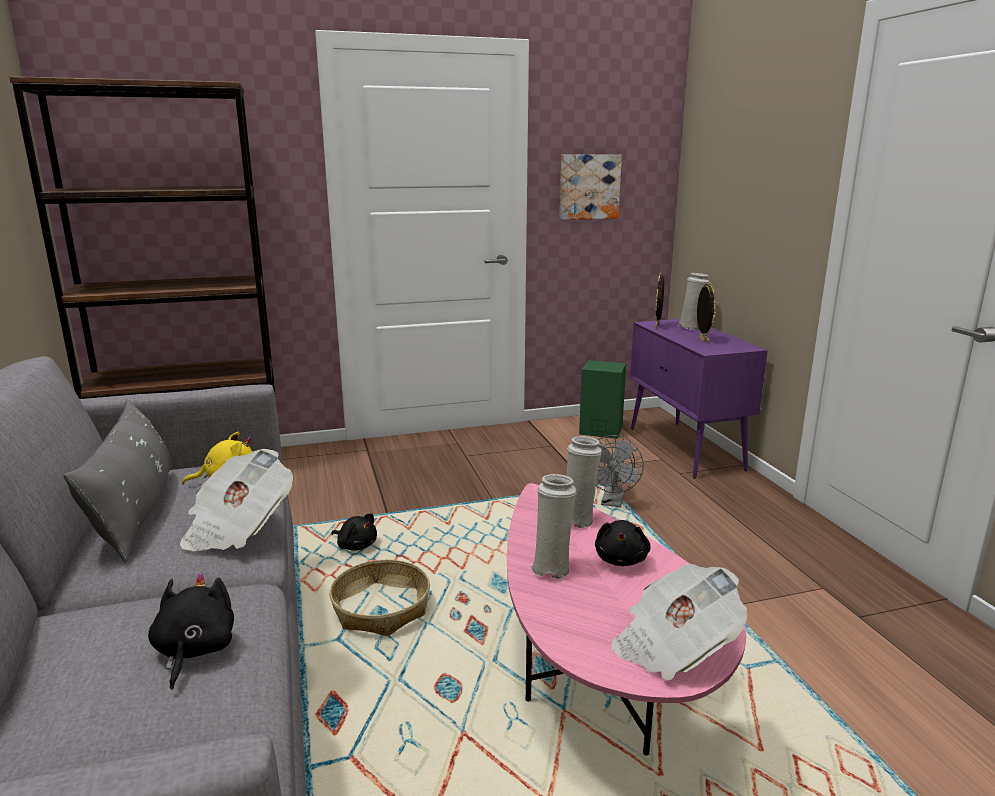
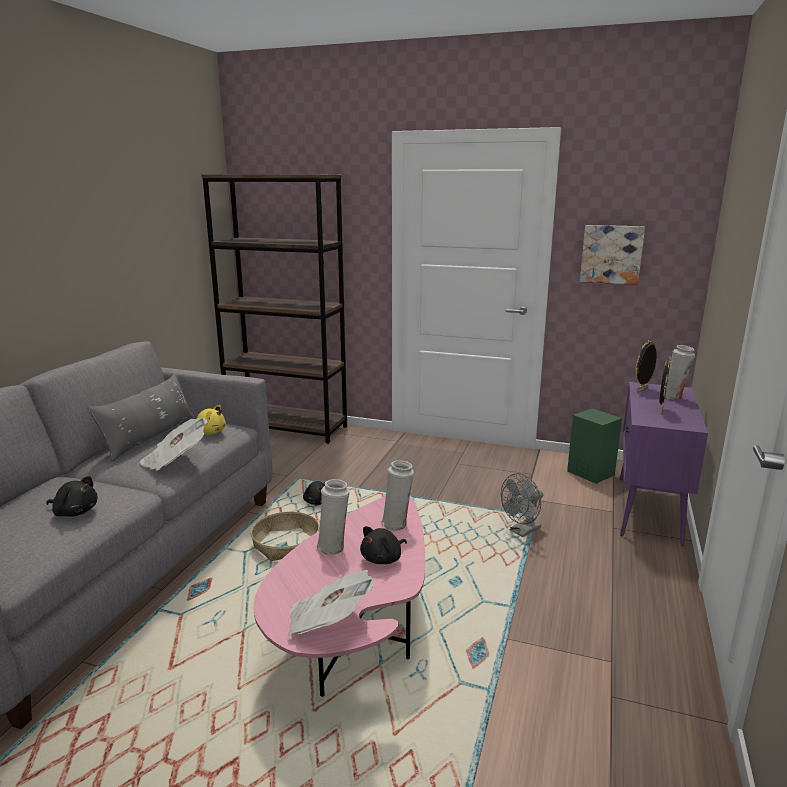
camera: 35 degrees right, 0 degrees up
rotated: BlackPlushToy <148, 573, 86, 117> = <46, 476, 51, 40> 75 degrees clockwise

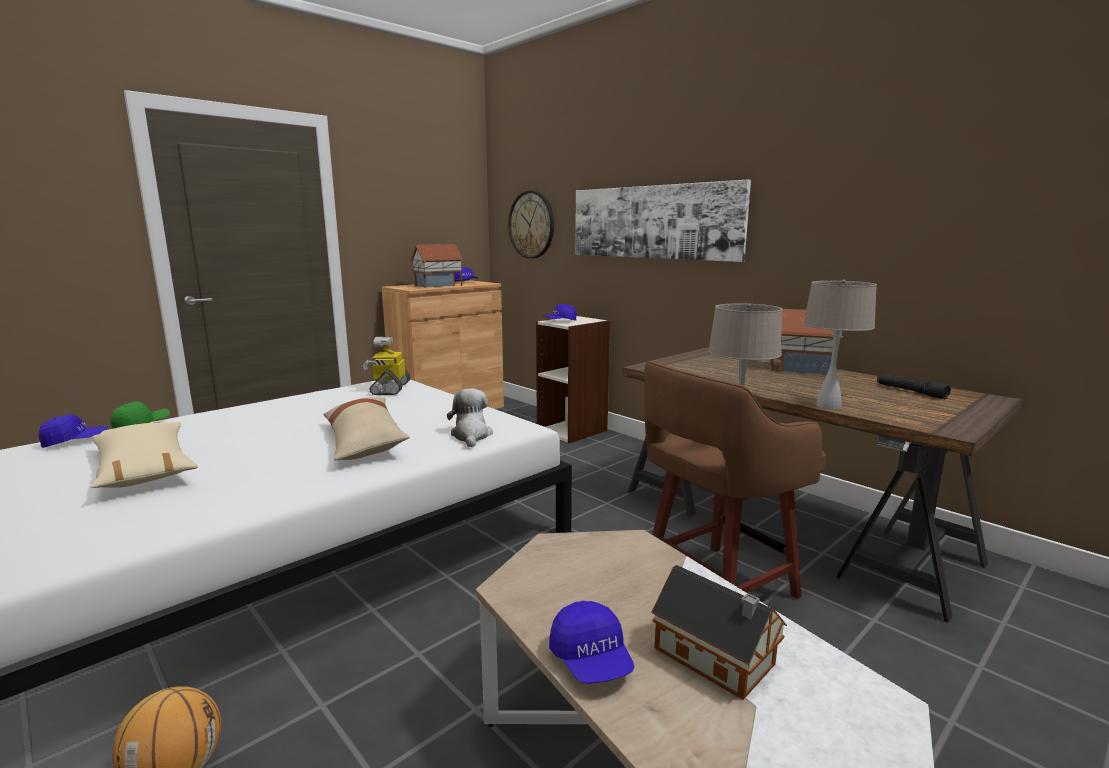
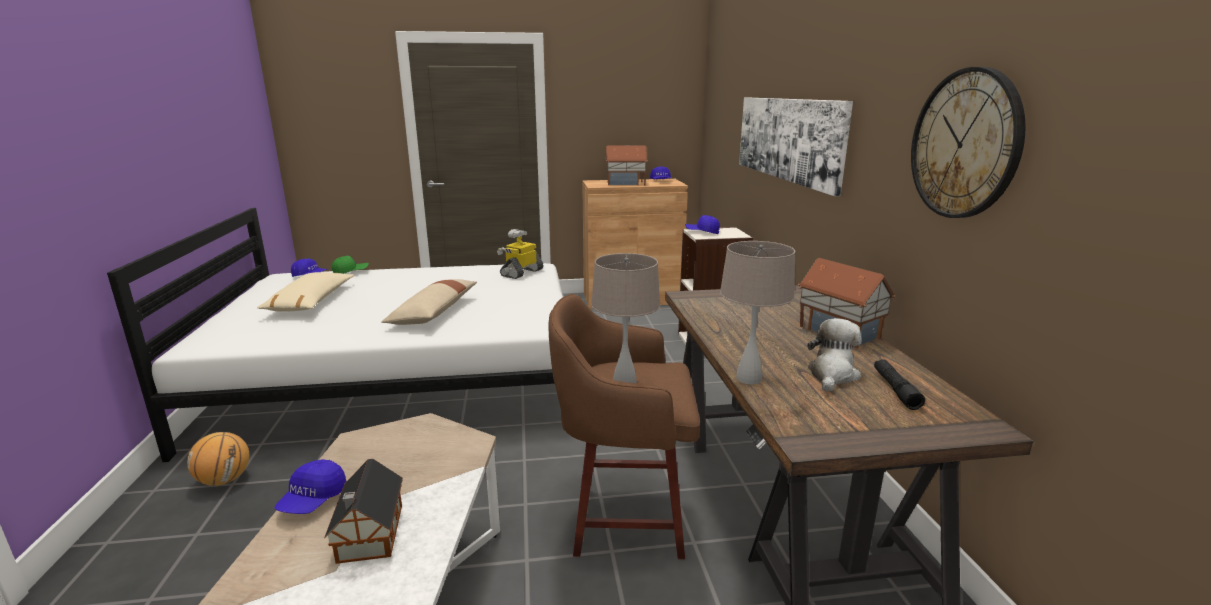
camera: 35 degrees right, 5 degrees up
shifted: PlushToy <447, 388, 46, 59> to <807, 318, 55, 74>; WallClock <508, 191, 46, 68> to <911, 67, 115, 151>

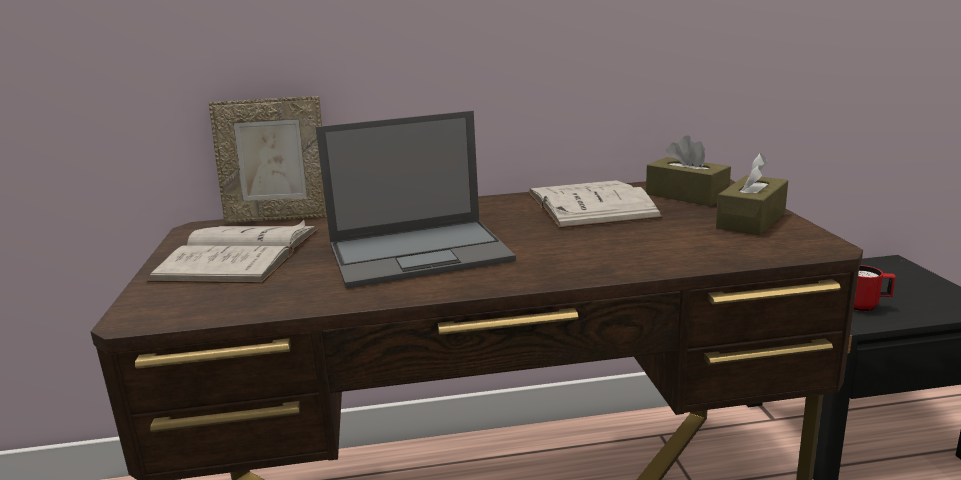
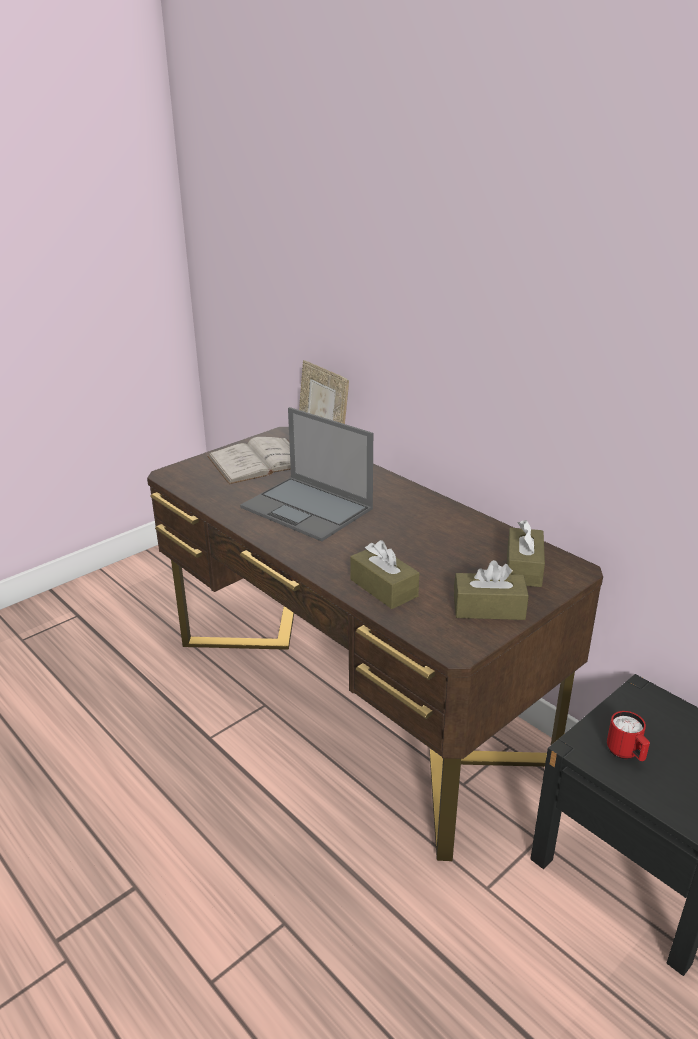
camera: 55 degrees right, 10 degrees up
gone: WhiteBook <528, 180, 135, 48>
new: BrownTissueBox <350, 540, 69, 69>

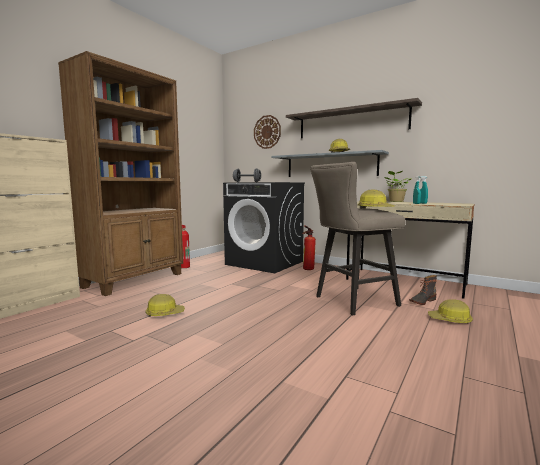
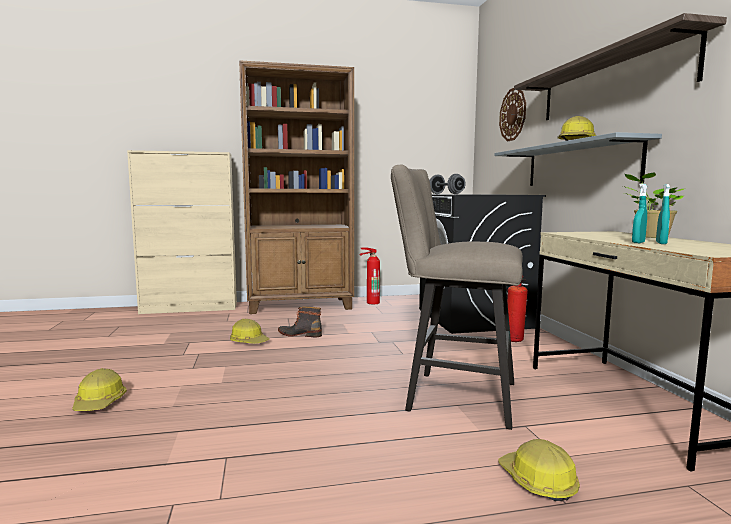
camera: 45 degrees right, 0 degrees up
shifted: HardHat <357, 189, 38, 20> to <72, 368, 55, 43>; Boot <409, 275, 28, 30> to <278, 306, 44, 31>

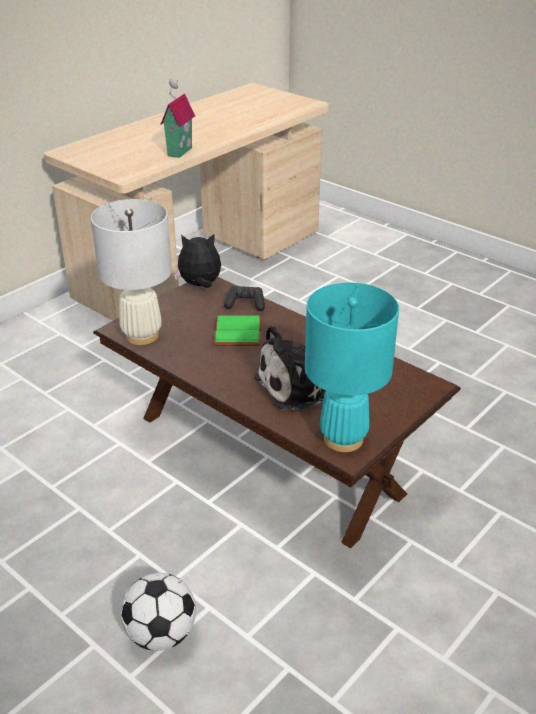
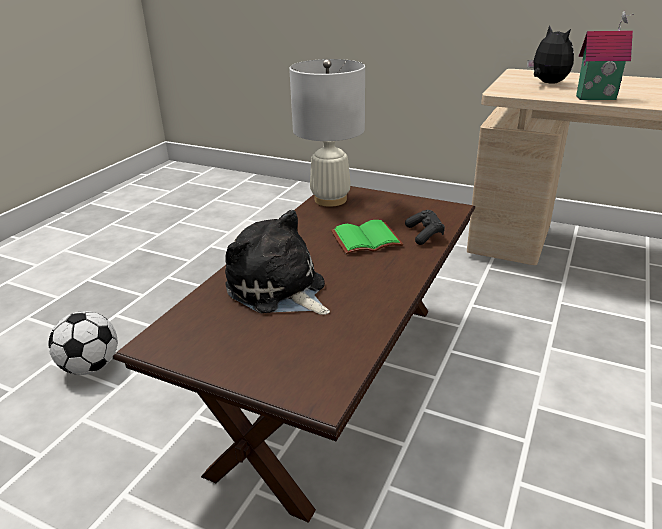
camera: 75 degrees right, 5 degrees down
gone: TurquoiseTableLamp <305, 282, 94, 170>
shifted: PlushToy <174, 234, 47, 54> to <527, 26, 47, 58>

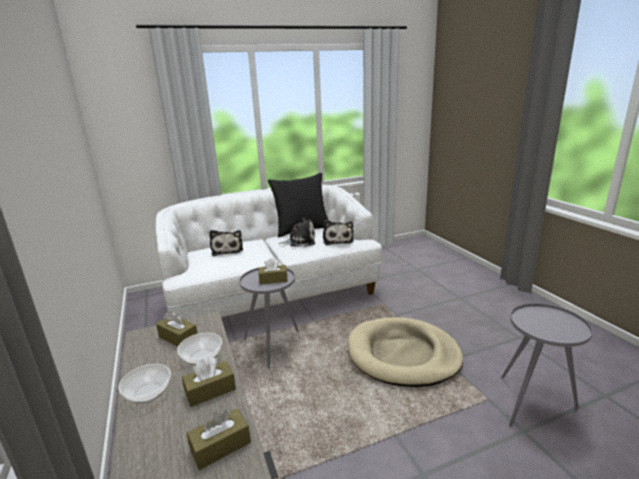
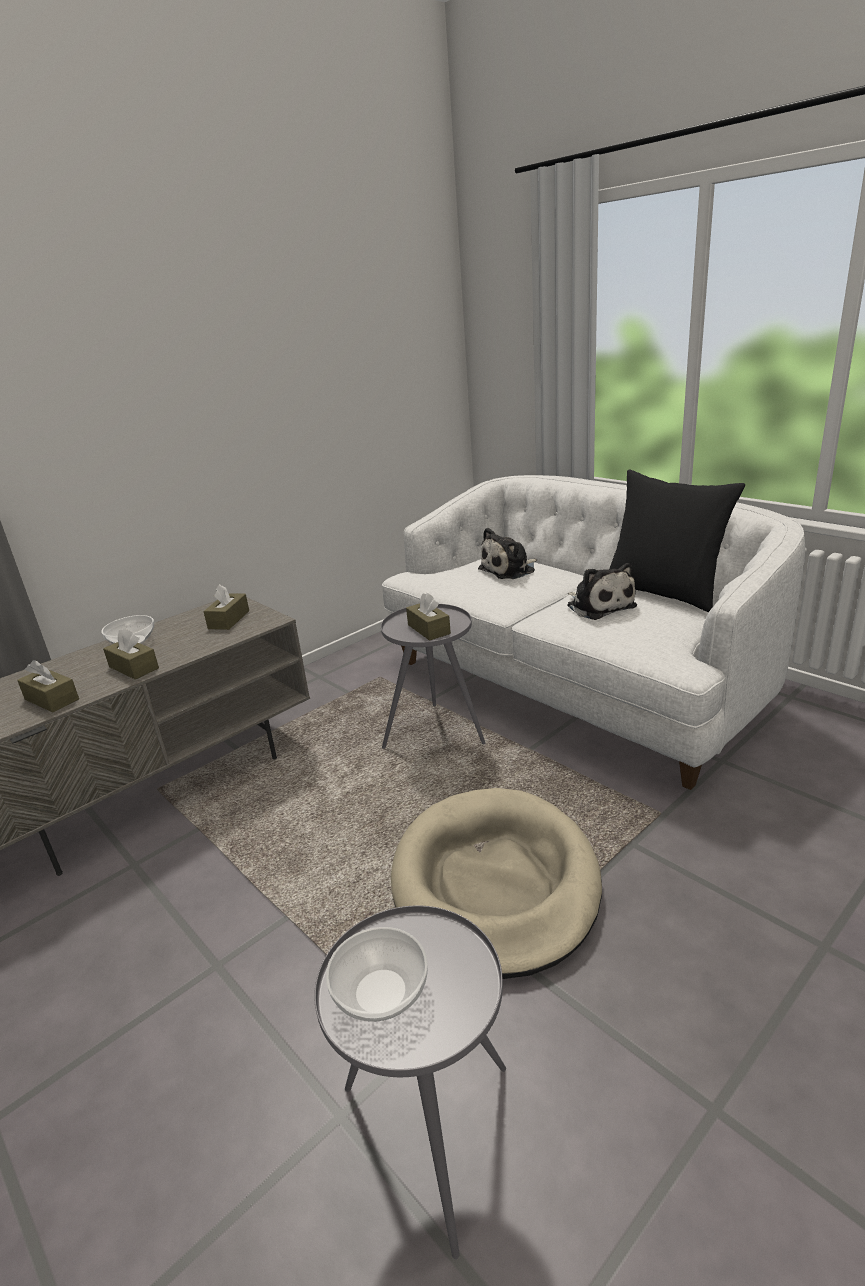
camera: 70 degrees right, 5 degrees up
gone: PlushToy <323, 220, 31, 25>
shifted: Bowl <177, 333, 45, 32> to <326, 927, 102, 95>

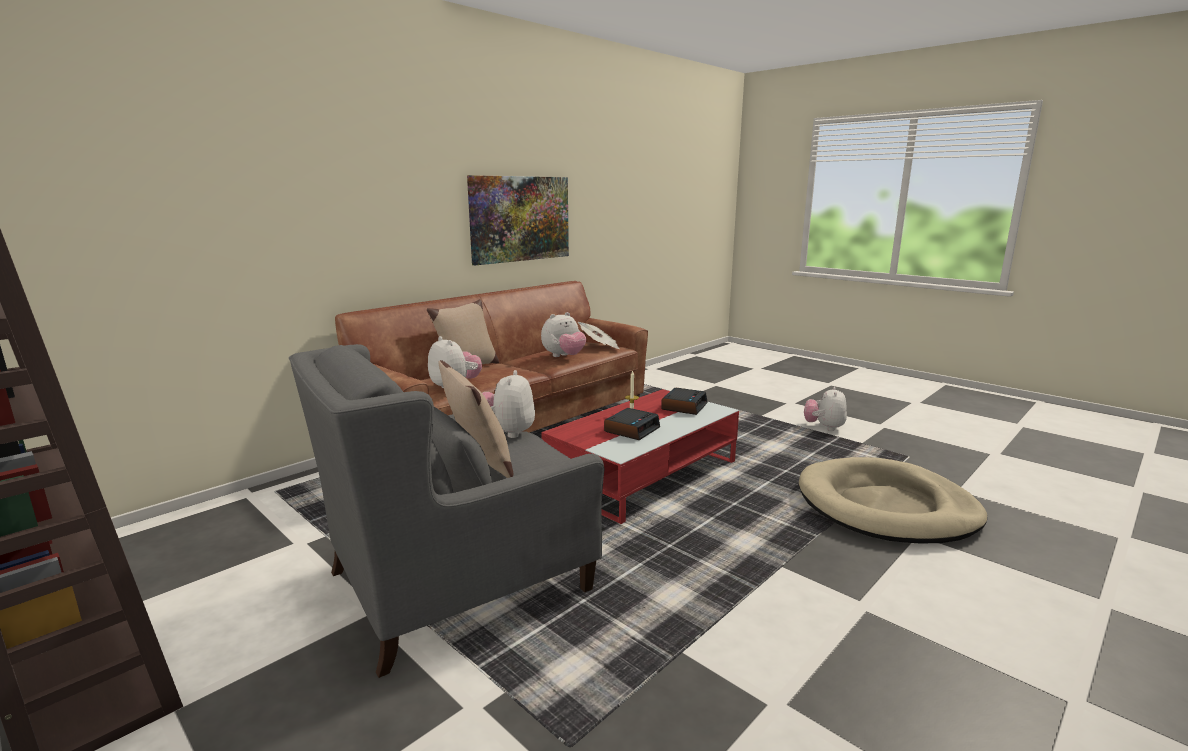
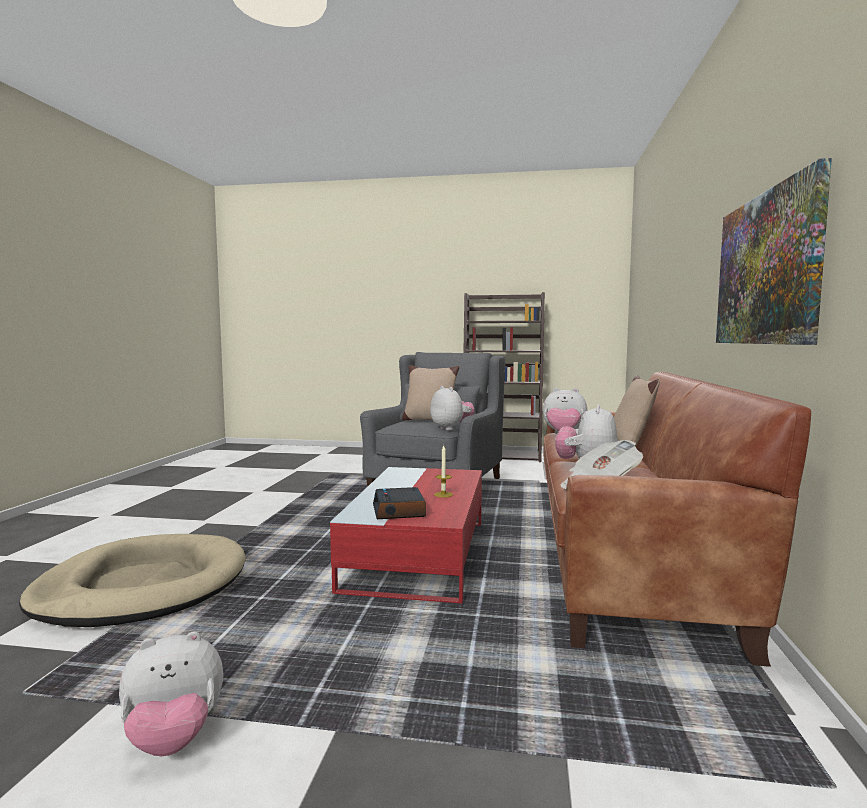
camera: 145 degrees right, 10 degrees down
gone: AlarmClock <604, 408, 56, 32>
rotated: PlushToy <804, 386, 43, 45> = <119, 631, 104, 125> 90 degrees clockwise

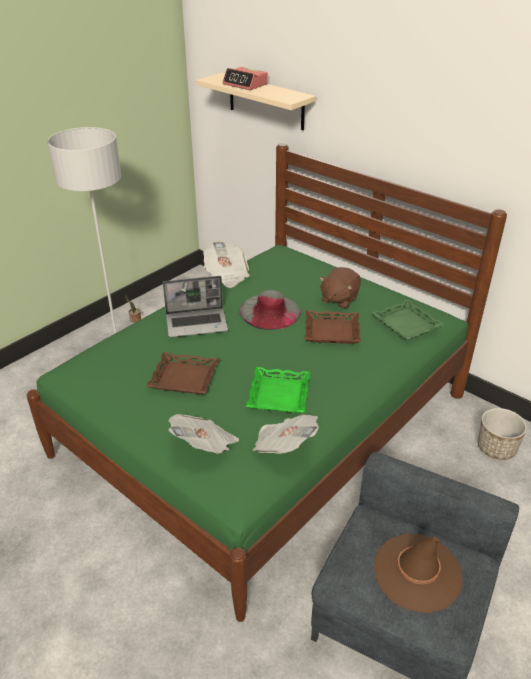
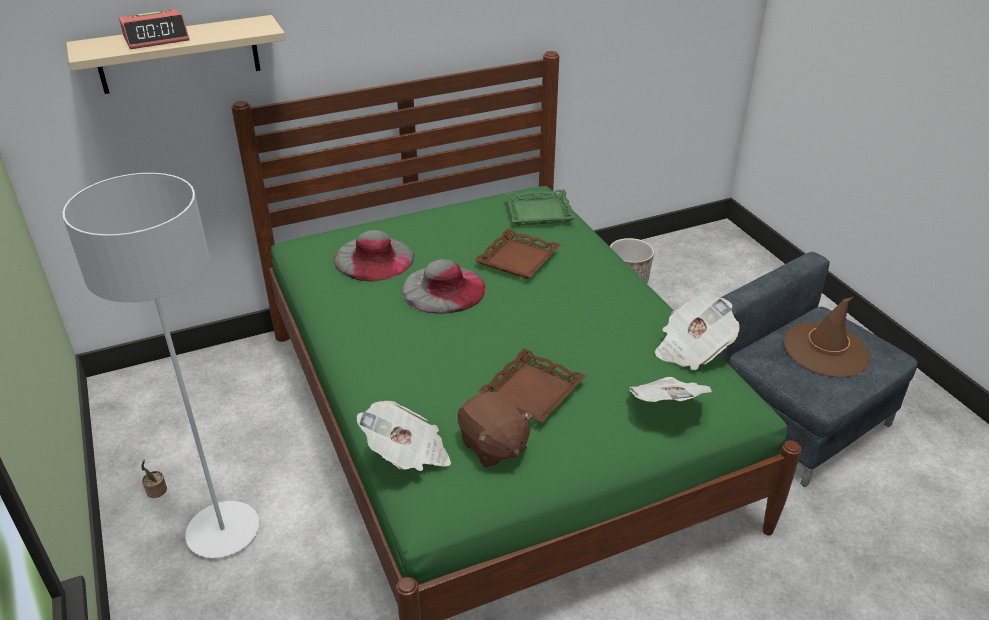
camera: 65 degrees left, 0 degrees up
gone: Laptop <163, 276, 65, 61>; GreenTray <246, 367, 64, 46>
new: GreyHat <334, 230, 80, 51>
shifted: Newspaper <203, 241, 47, 47> to <357, 401, 94, 70>; BrownPlushToy <320, 267, 41, 42> to <458, 392, 75, 76>

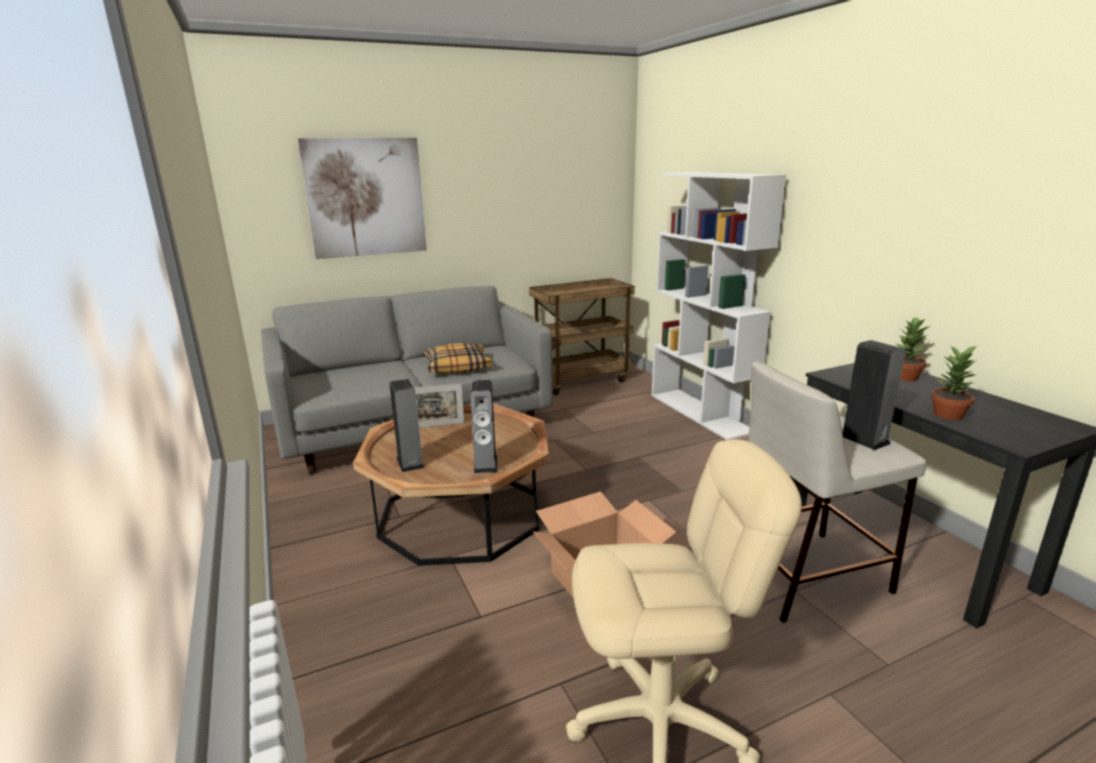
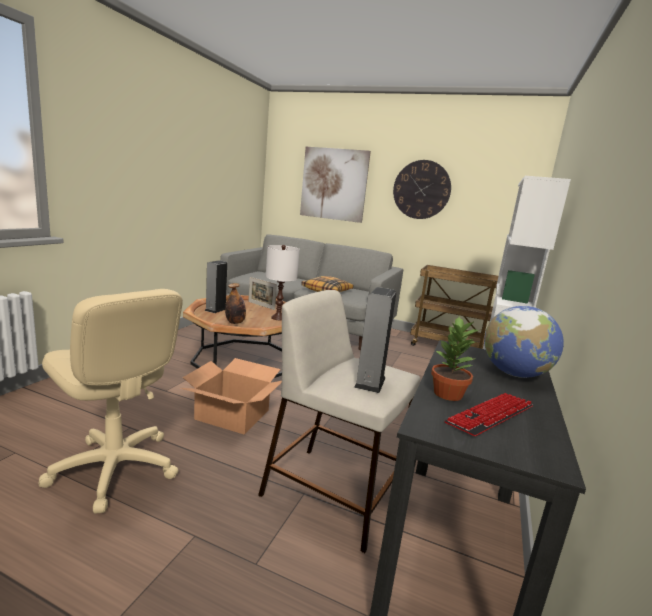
camera: 45 degrees right, 5 degrees down
new: WhiteTableLamp <266, 245, 34, 75>; WallClock <393, 160, 58, 59>; Keyboard <444, 393, 89, 43>
swapped: Speaker <470, 380, 27, 93> to Bottle <225, 283, 21, 41>; PottedPlant <896, 317, 36, 64> to Globe <484, 306, 80, 72>

